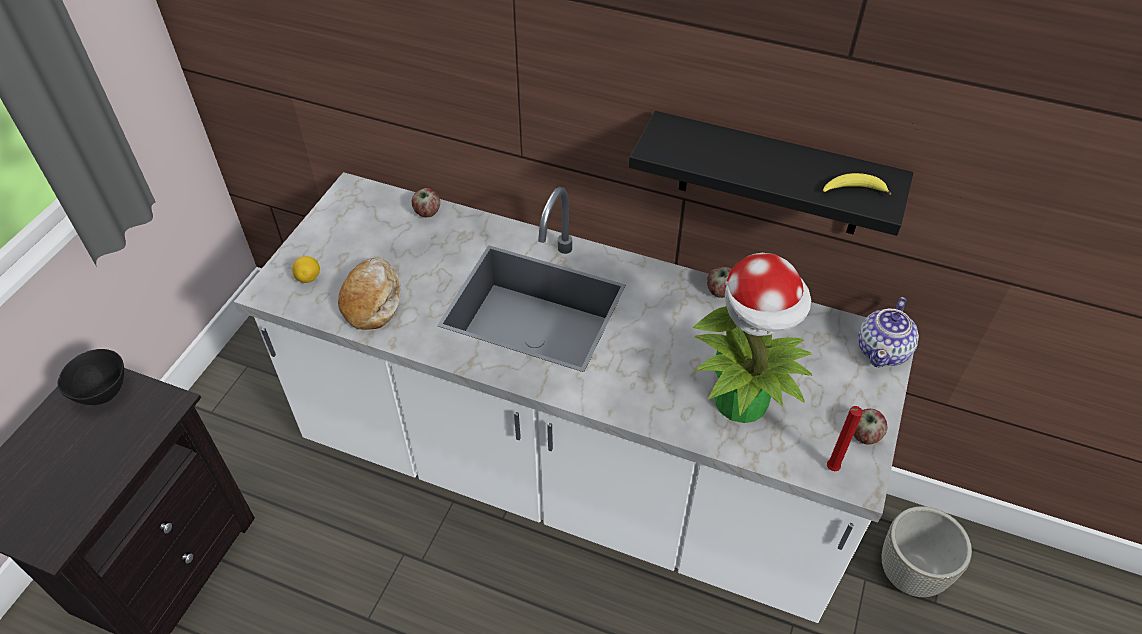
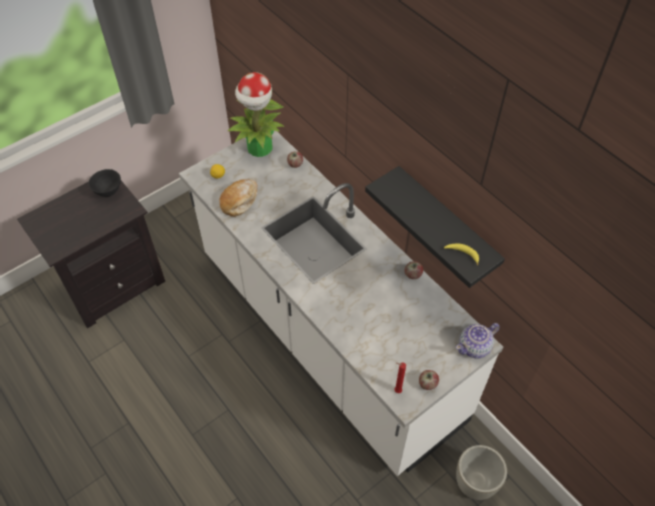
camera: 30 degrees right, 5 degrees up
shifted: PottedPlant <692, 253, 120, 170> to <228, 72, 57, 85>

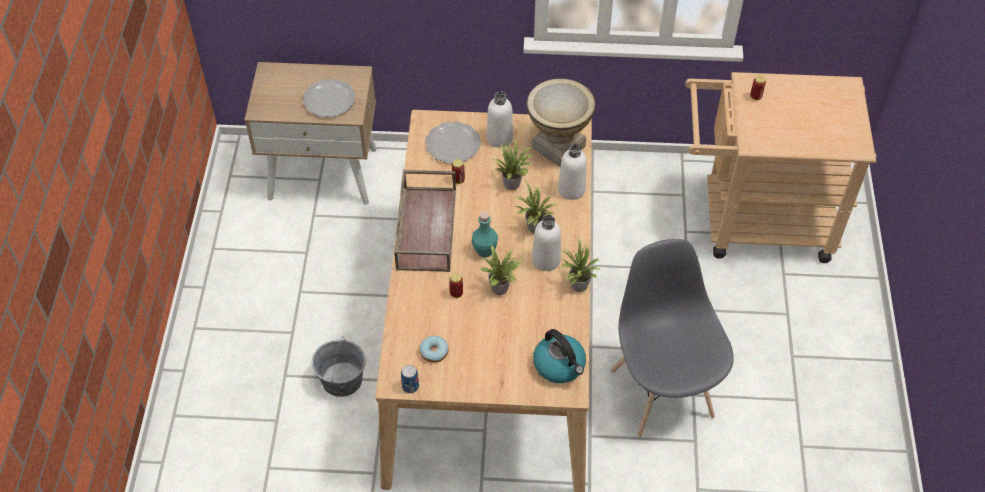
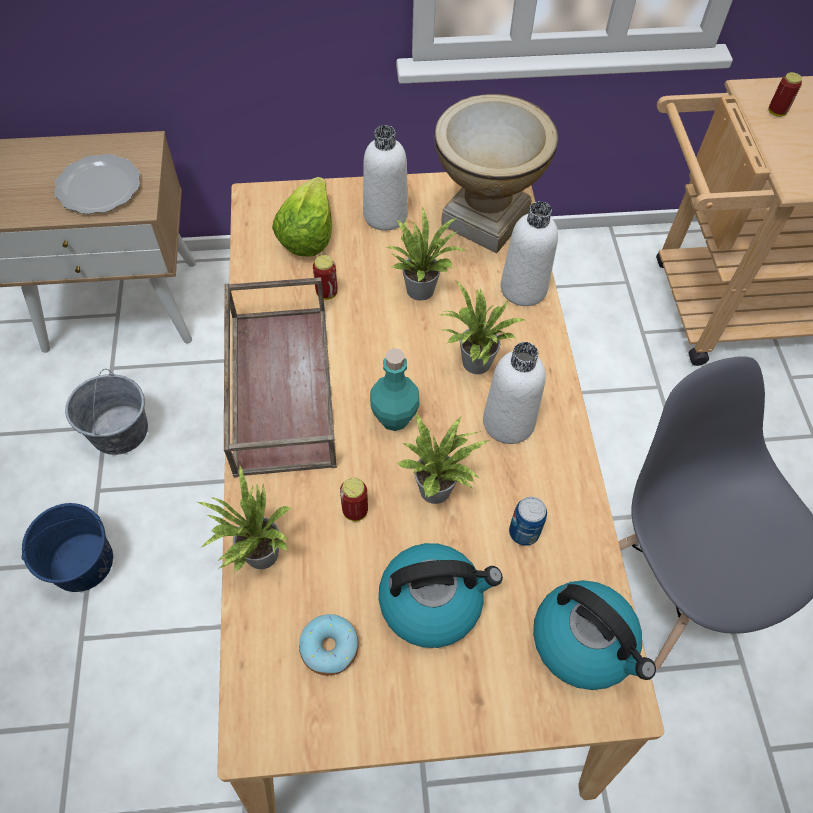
camera: 10 degrees left, 5 degrees up
new: BlueBucket <22, 503, 91, 89>; Kettle <379, 543, 124, 105>
shifted: GreyBucket <312, 338, 54, 59> to <65, 369, 83, 86>; Can <401, 365, 18, 28> to <509, 497, 38, 49>; PottedPlant <559, 236, 41, 56> to <197, 465, 95, 108>
swapped: Plate <425, 121, 56, 43> to Lettuce <272, 177, 60, 80>

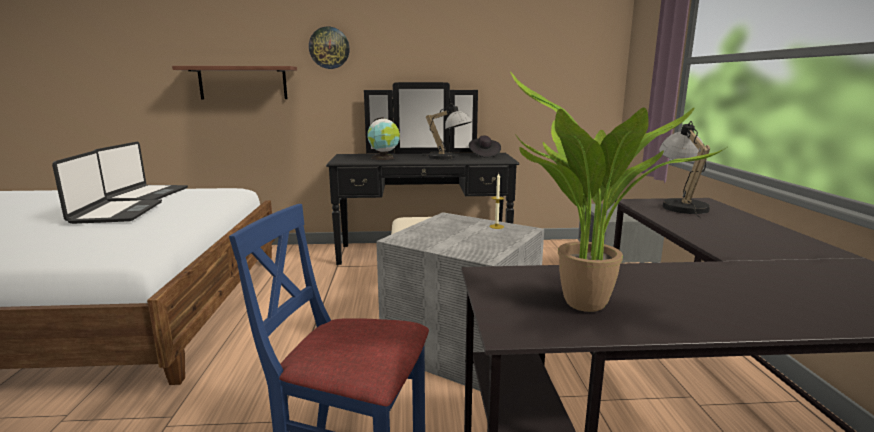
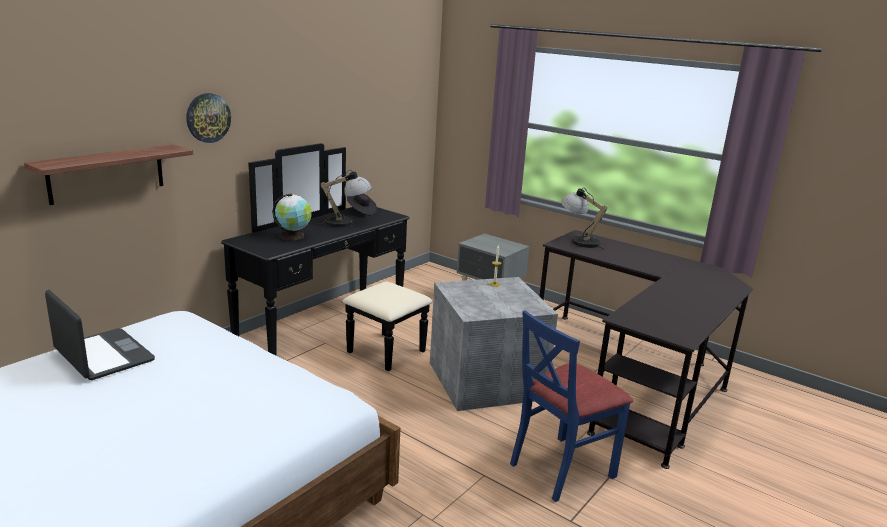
camera: 50 degrees left, 5 degrees up
gone: Laptop <52, 150, 110, 74>; PottedPlant <510, 72, 217, 240>

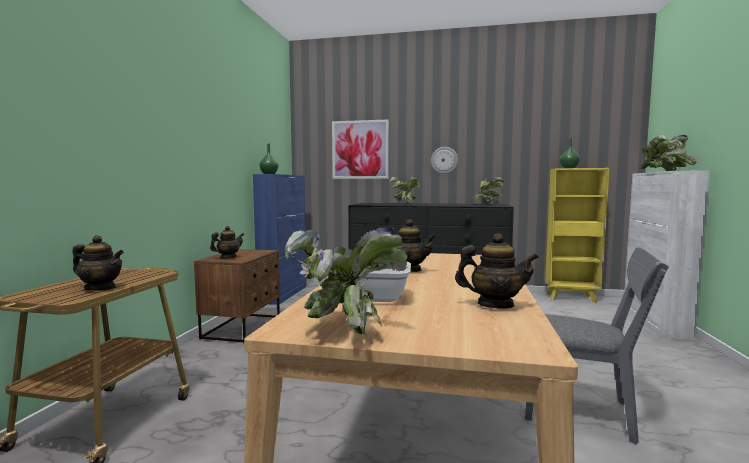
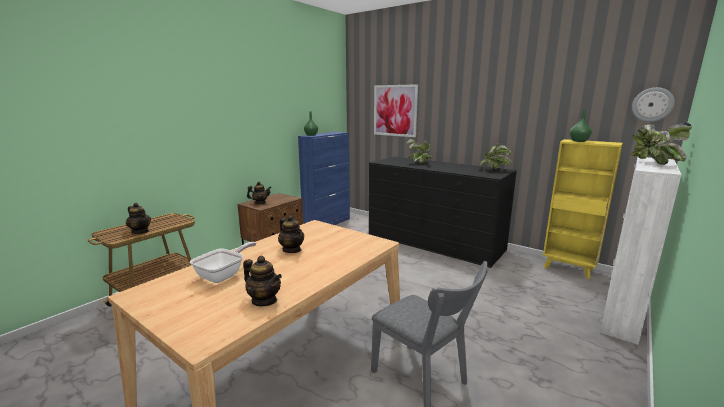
camera: 25 degrees right, 10 degrees up
gone: PottedPlant <285, 227, 122, 108>
shifted: WallClock <431, 147, 27, 27> to <632, 87, 43, 35>

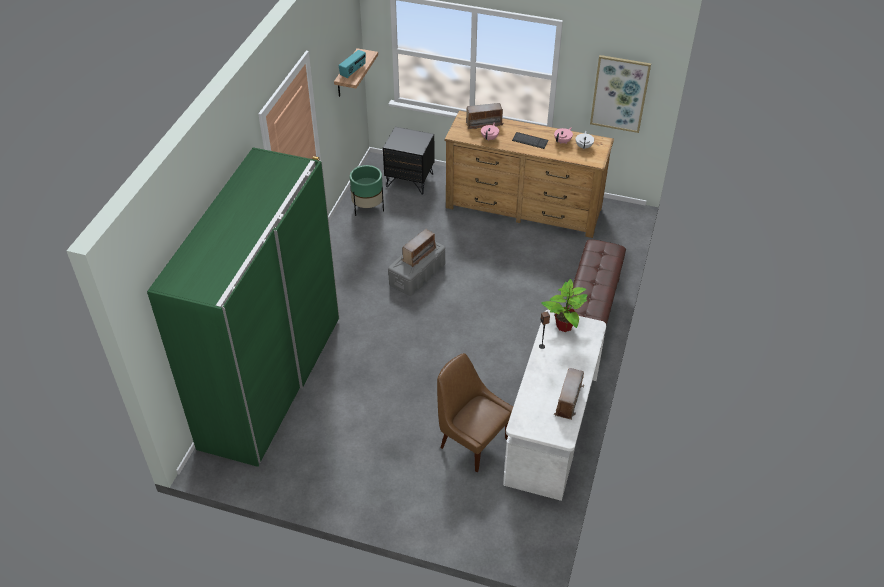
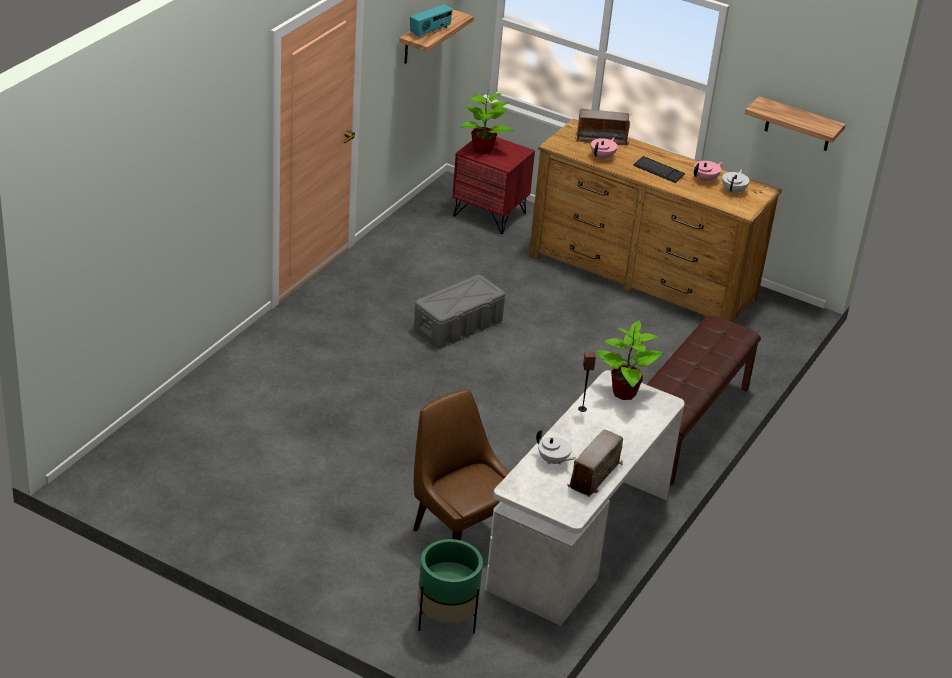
camera: 10 degrees right, 10 degrees down
gone: GreenWardrobe <147, 147, 193, 320>; Radio <401, 228, 36, 39>
new: PottedPlant <460, 92, 54, 62>; WhiteTeapot <536, 430, 40, 35>
shifted: GreenPlanter <350, 165, 34, 51> to <418, 539, 65, 94>
swapped: Picture <590, 55, 61, 78> to Shelf <745, 96, 101, 55>
repainted: BlackNightstand <383, 127, 52, 68> to RedNightstand <452, 137, 83, 97>

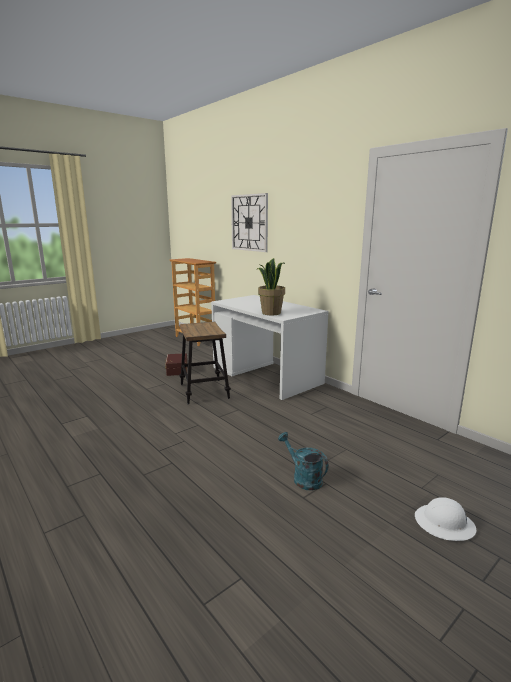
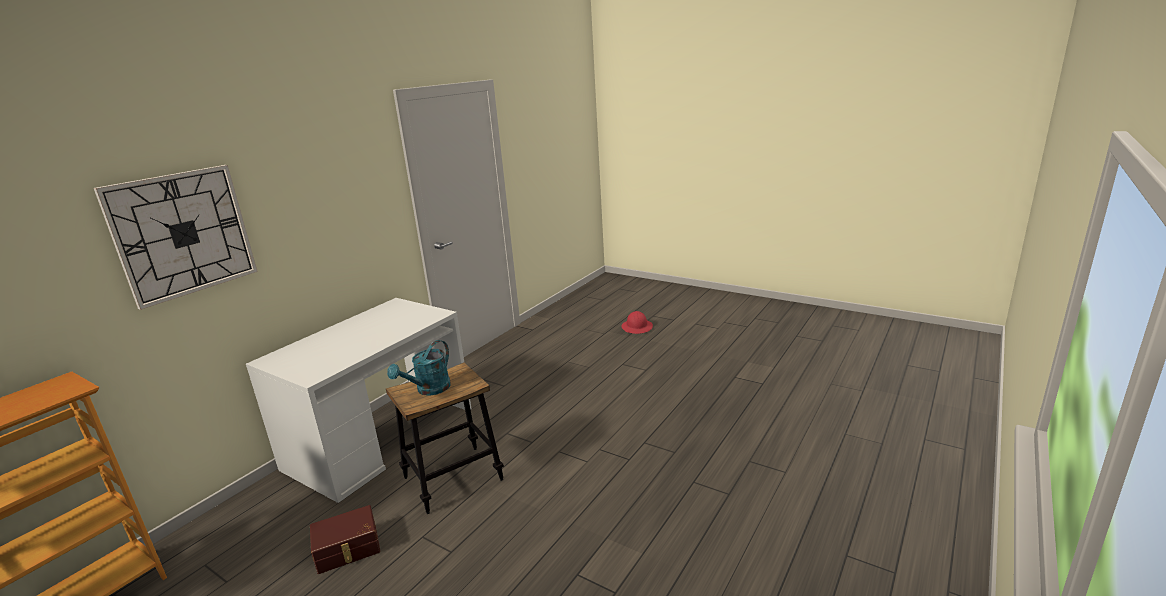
camera: 105 degrees left, 5 degrees up
gone: PottedPlant <257, 258, 28, 57>
shifted: TurquoiseWateringCan <278, 432, 50, 59> to <387, 340, 64, 55>
repainted: WhiteHardHat <415, 497, 62, 44> to RedHardHat <622, 311, 31, 23>

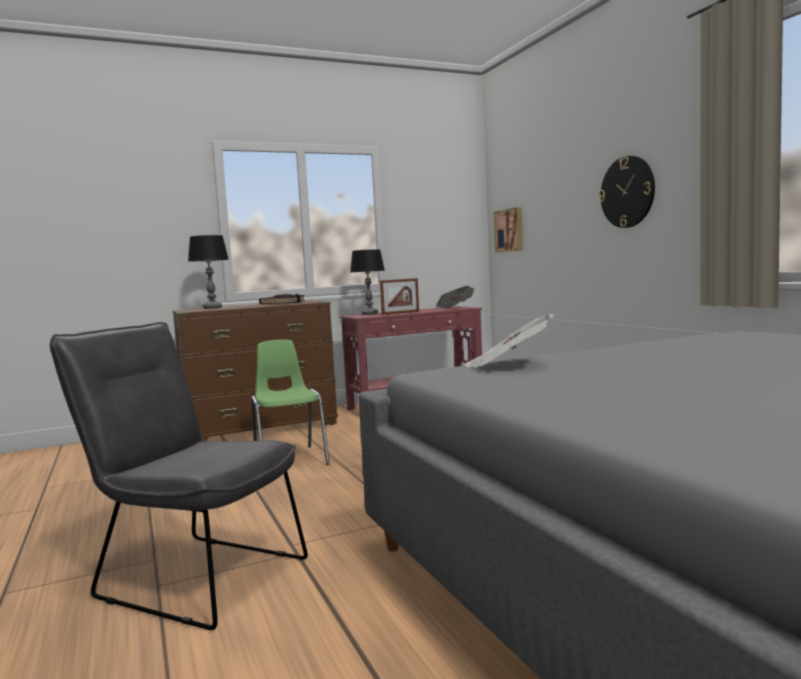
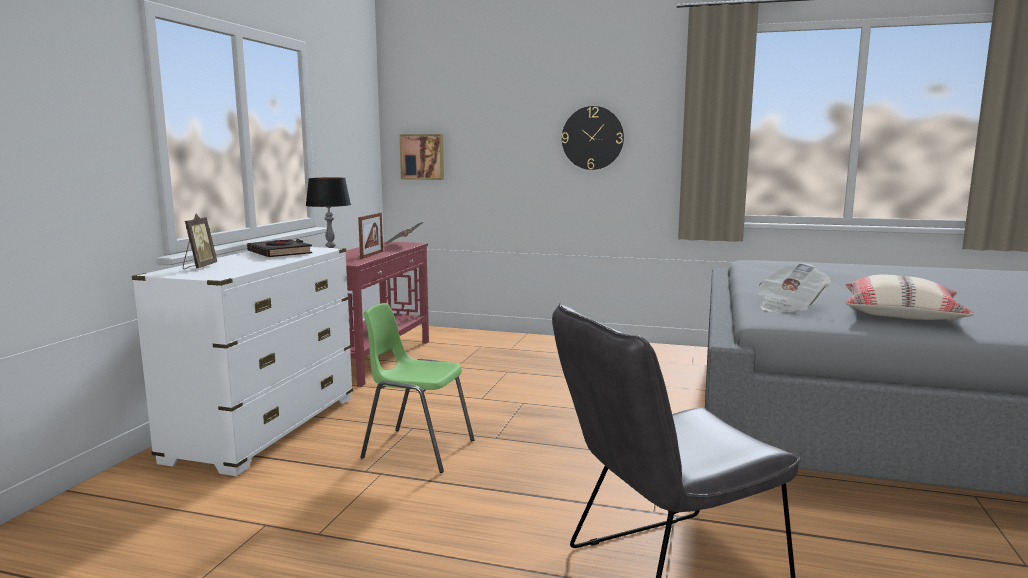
camera: 50 degrees left, 5 degrees up
new: BeigePillow <846, 274, 128, 47>
swapped: TableLamp <188, 235, 41, 74> to PictureFrame <183, 214, 34, 55>
repainted: BrownDresser <172, 300, 166, 141> to WhiteDresser <132, 247, 221, 229>

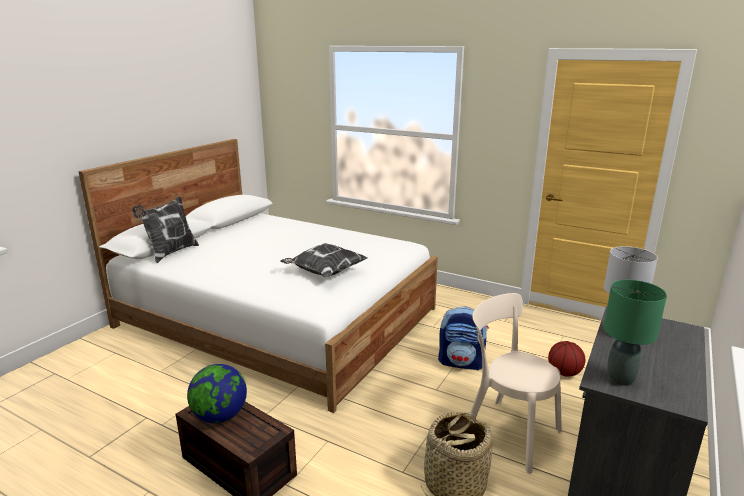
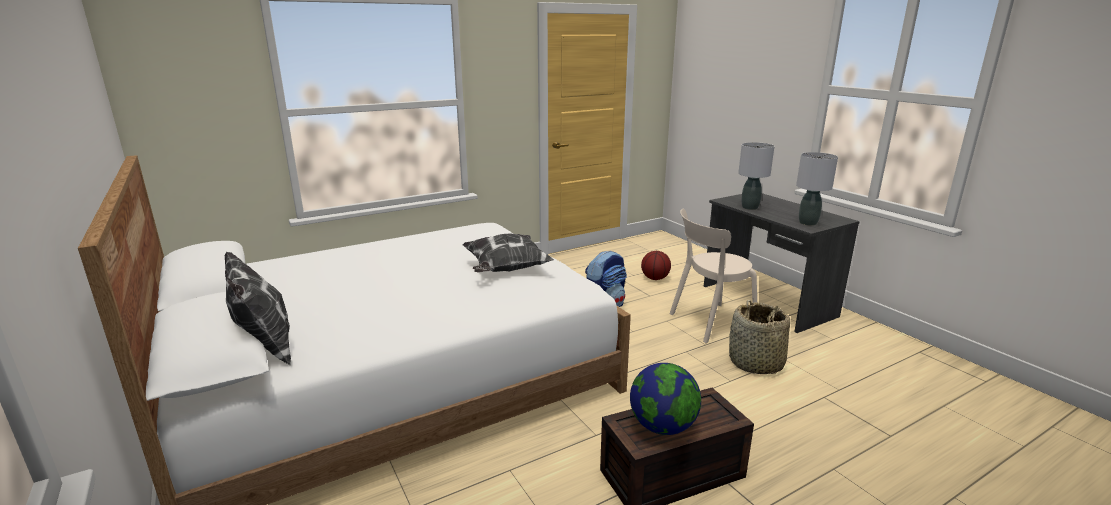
camera: 60 degrees left, 0 degrees up
repainted: GreenTableLamp <604, 280, 63, 106> to GreyTableLamp <796, 152, 42, 74>

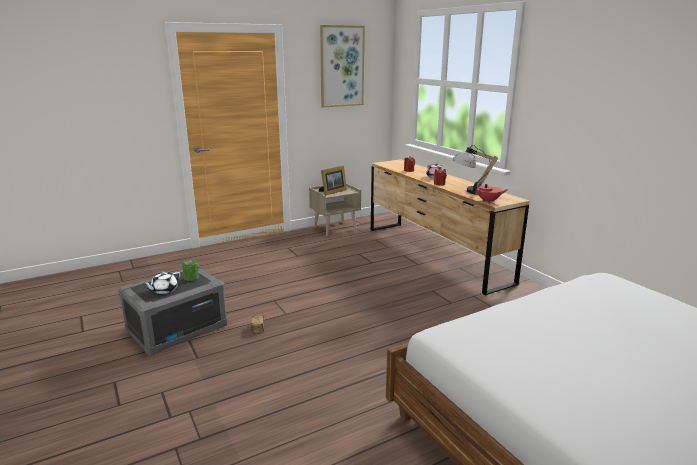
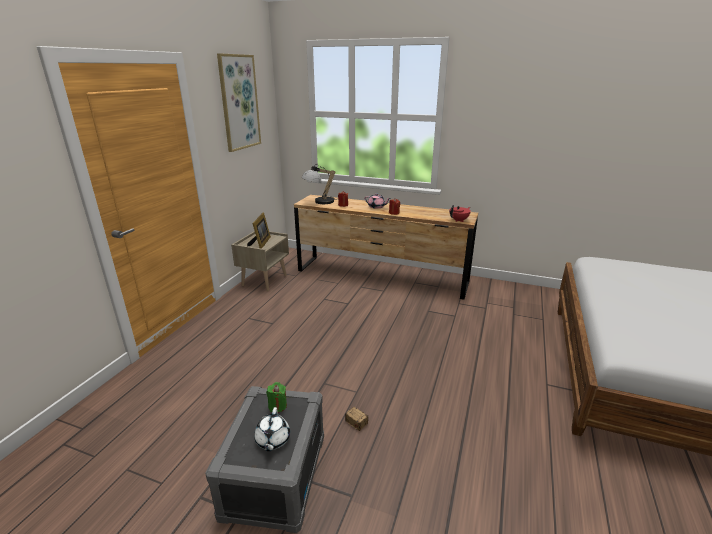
camera: 40 degrees left, 5 degrees up
shifted: TableLamp <453, 145, 45, 50> to <302, 164, 33, 40>

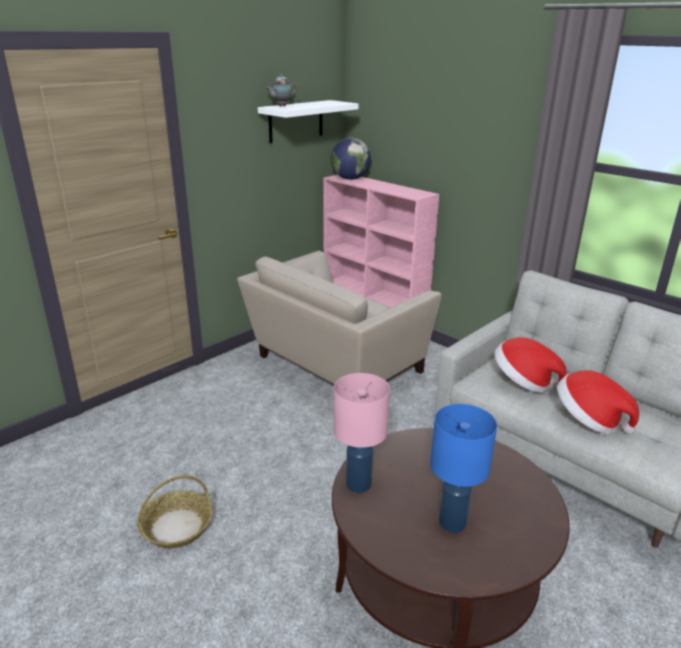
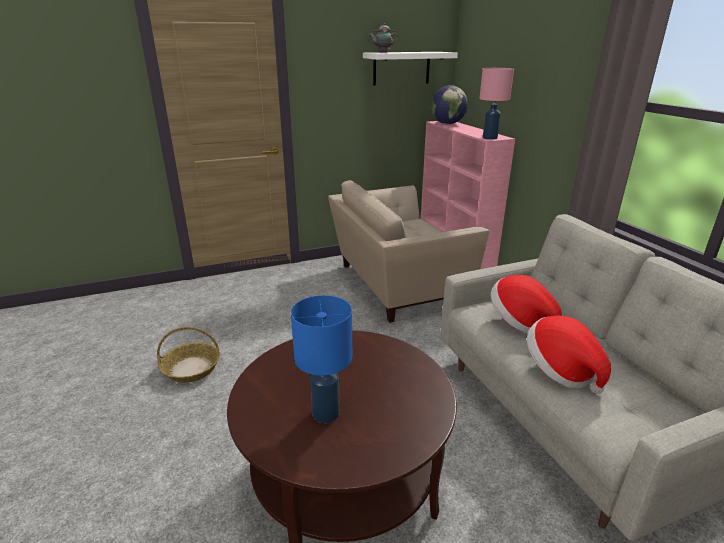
camera: 25 degrees right, 0 degrees up
shifted: PinkTableLamp <334, 373, 56, 120> to <479, 68, 35, 72>

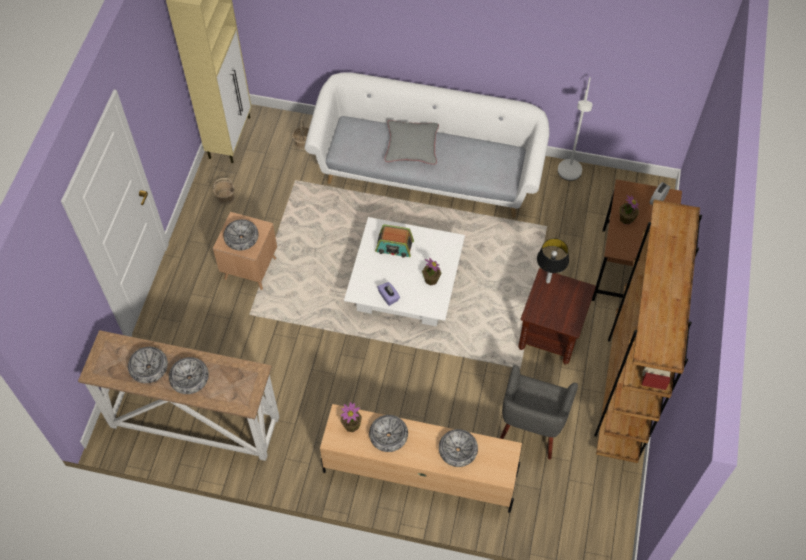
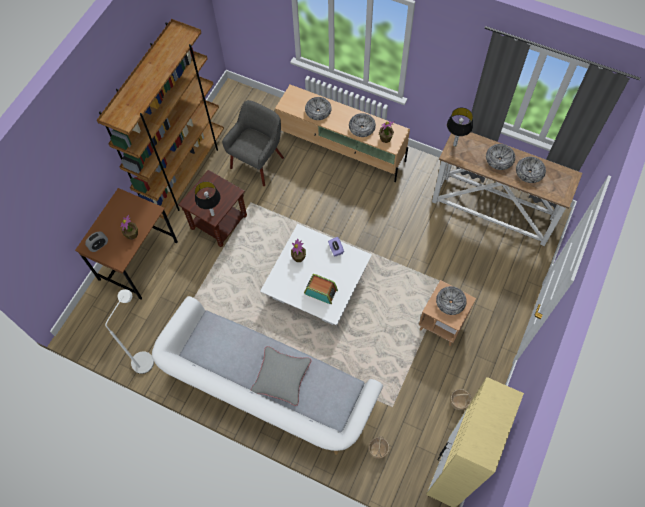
camera: 165 degrees left, 5 degrees up
new: TableLamp <447, 108, 26, 39>

